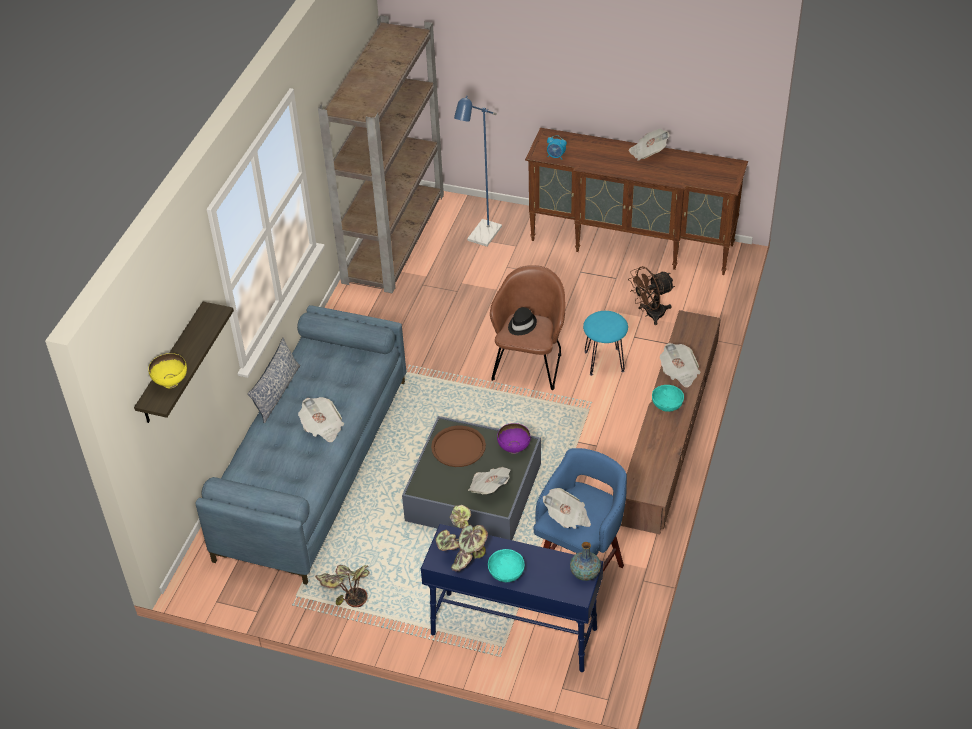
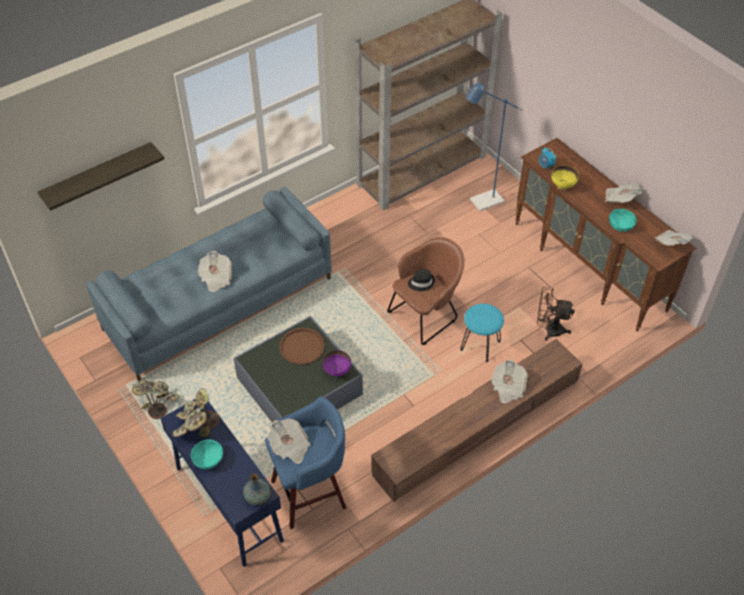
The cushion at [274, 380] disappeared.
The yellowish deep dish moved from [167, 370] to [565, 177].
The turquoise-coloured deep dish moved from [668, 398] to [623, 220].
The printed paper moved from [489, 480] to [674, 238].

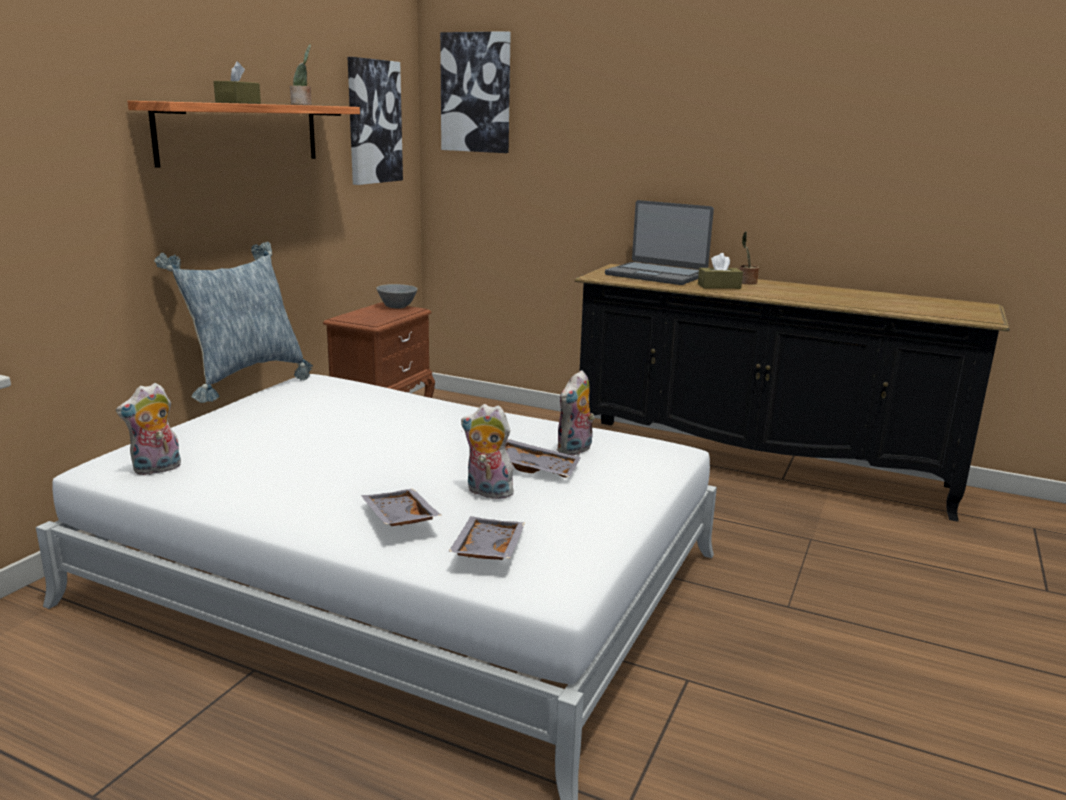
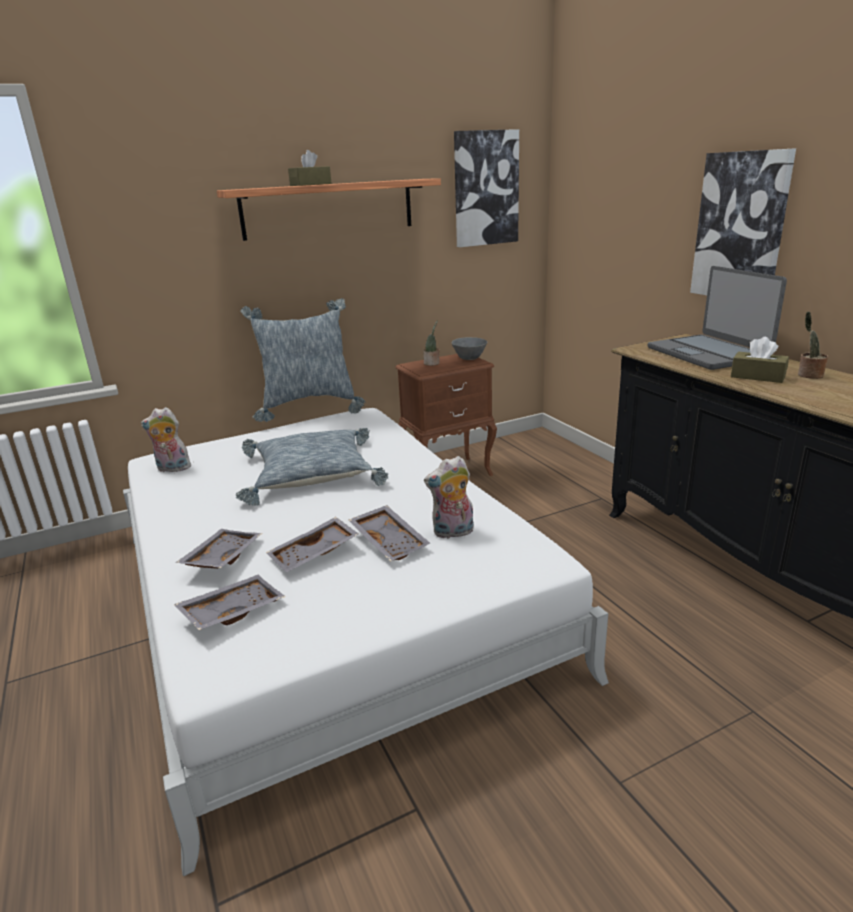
The wall art moved from [475, 92] to [743, 221].
The potted plant moved from [300, 74] to [431, 343].
The cuddly toy at [488, 451] was replaced by the gray tray at [312, 544].
The cushion at [312, 467] appeared.

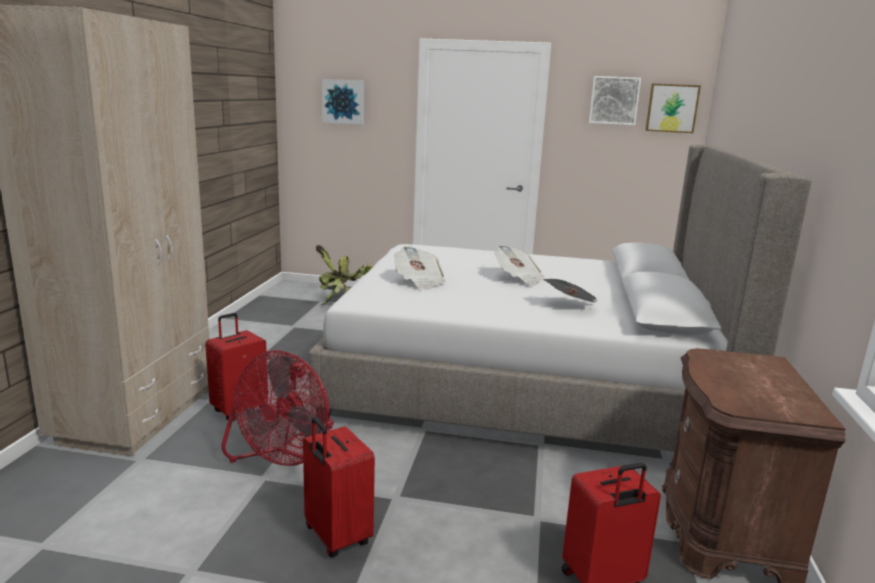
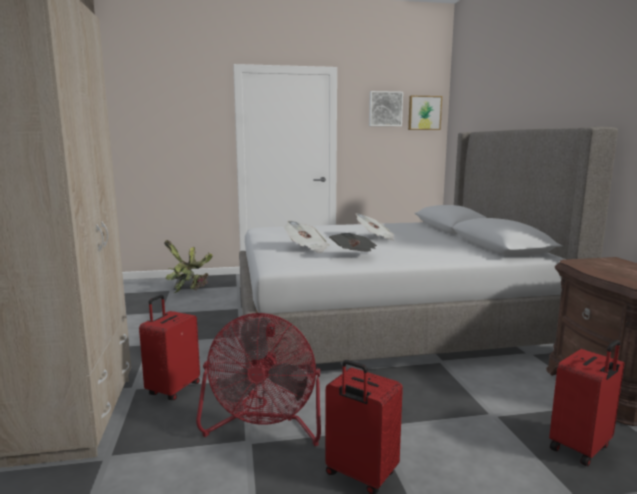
The wall art at [343, 102] disappeared.
The printed paper moved from [570, 290] to [352, 242].

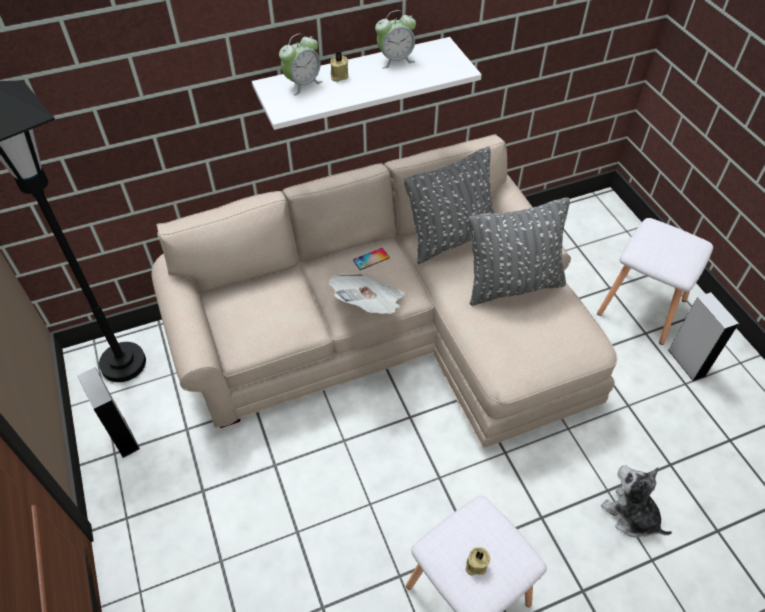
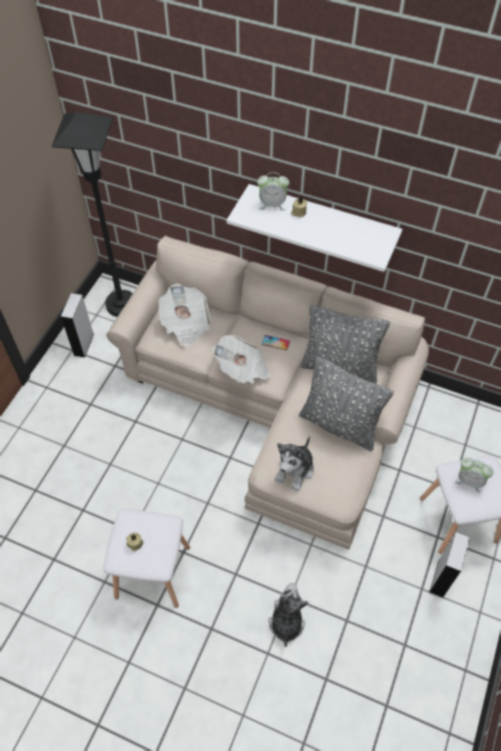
The bedside clock moved from [395, 39] to [474, 475].
The printed paper at [184, 315] appeared.
The cuddly toy at [294, 463] appeared.

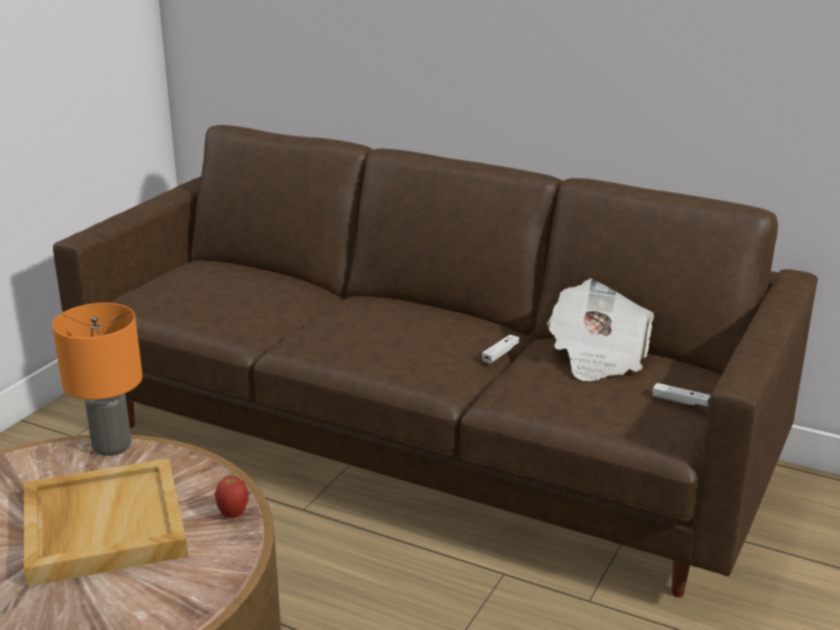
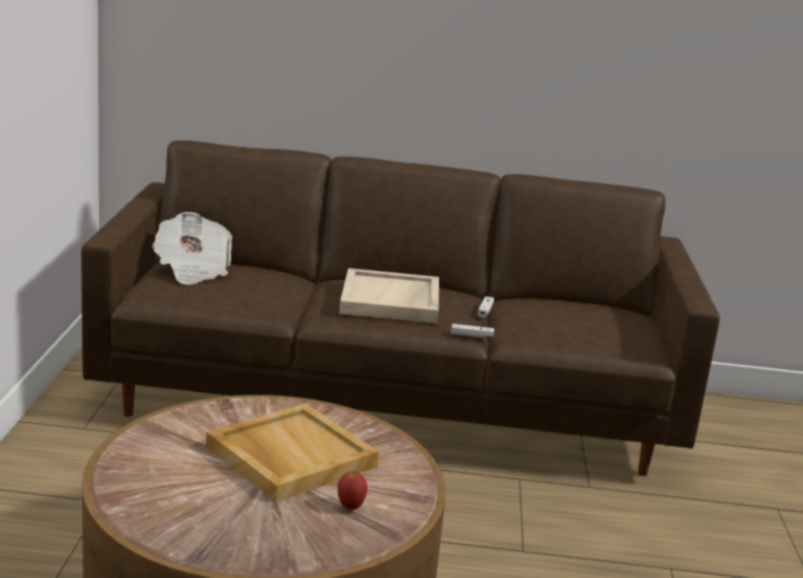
The printed paper moved from [600, 329] to [192, 248].
The orangey lamp for a table at [97, 379] disappeared.
The white game controller moved from [682, 394] to [472, 331].
The whole apple moved from [231, 497] to [353, 491].
The sand-coloured tray at [389, 295] appeared.

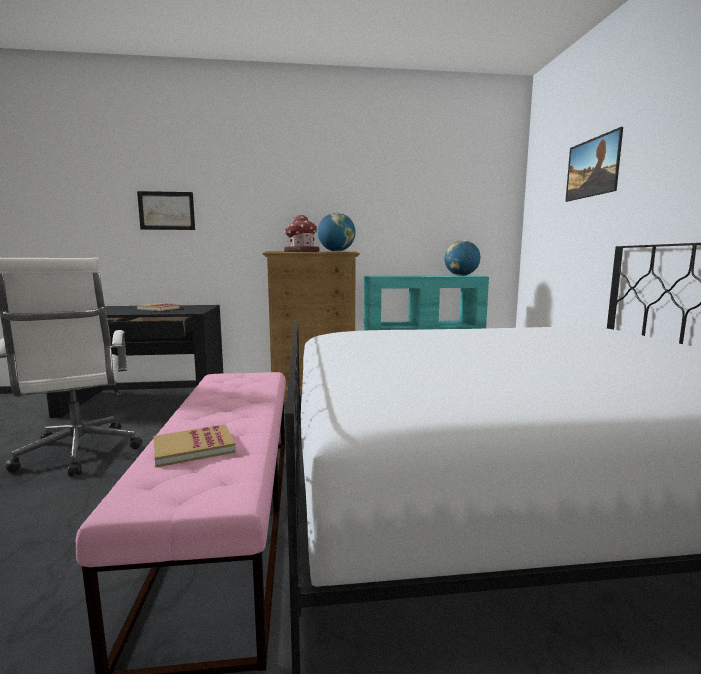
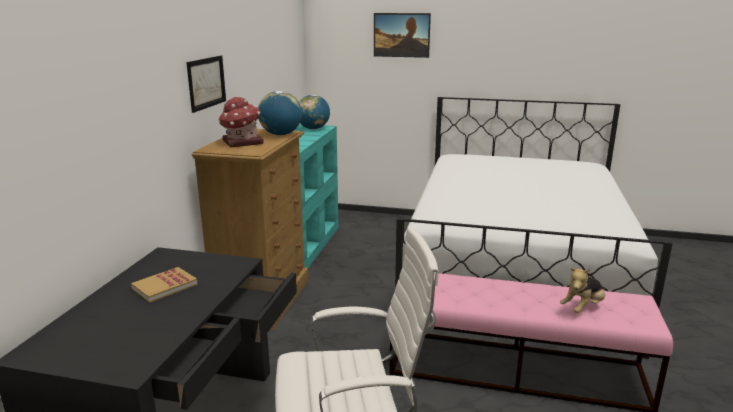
The wall art moved from [166, 210] to [206, 84].
The bound book at [194, 446] was replaced by the cuddly toy at [582, 290].

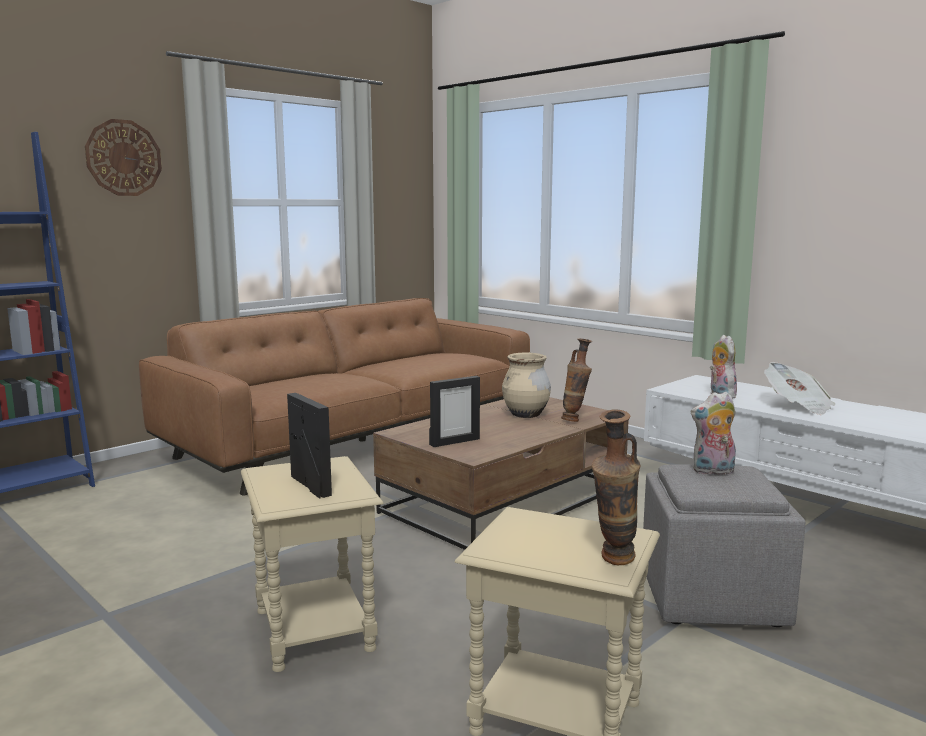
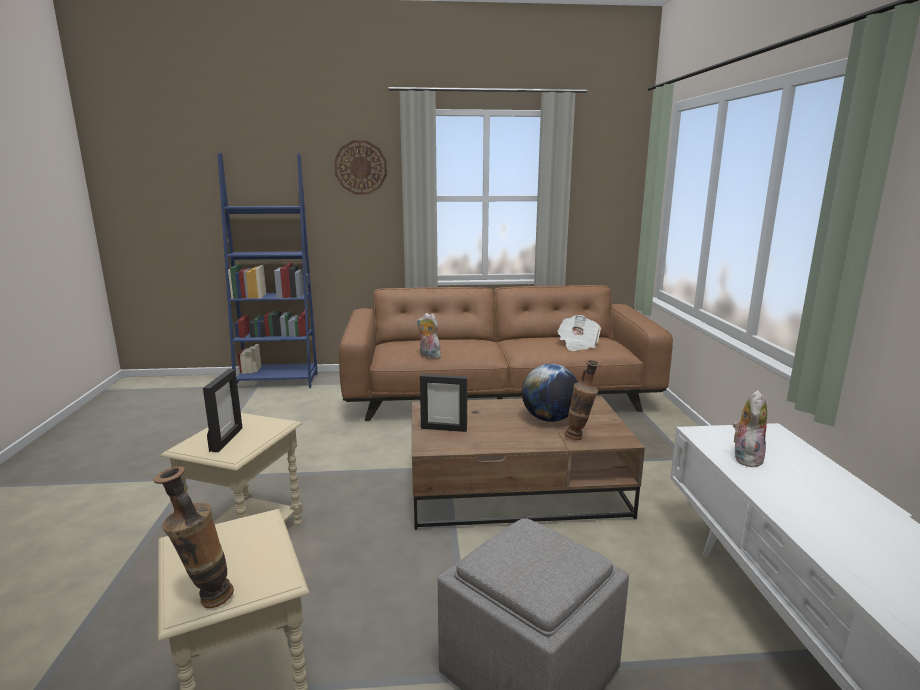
The sand-coloured flower vase at [526, 385] was replaced by the globe at [550, 393].
The printed paper moved from [799, 388] to [579, 333].
The cuddly toy moved from [713, 433] to [429, 336].

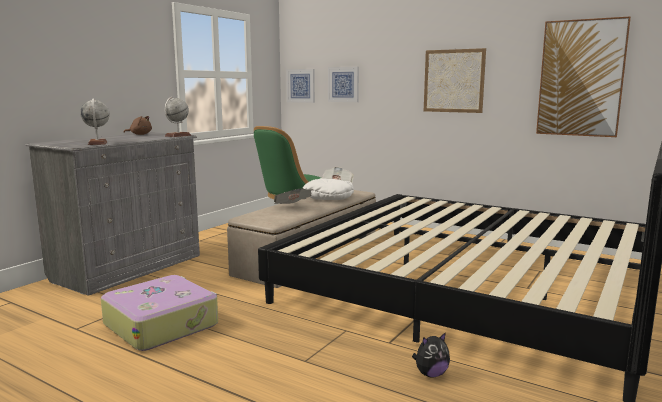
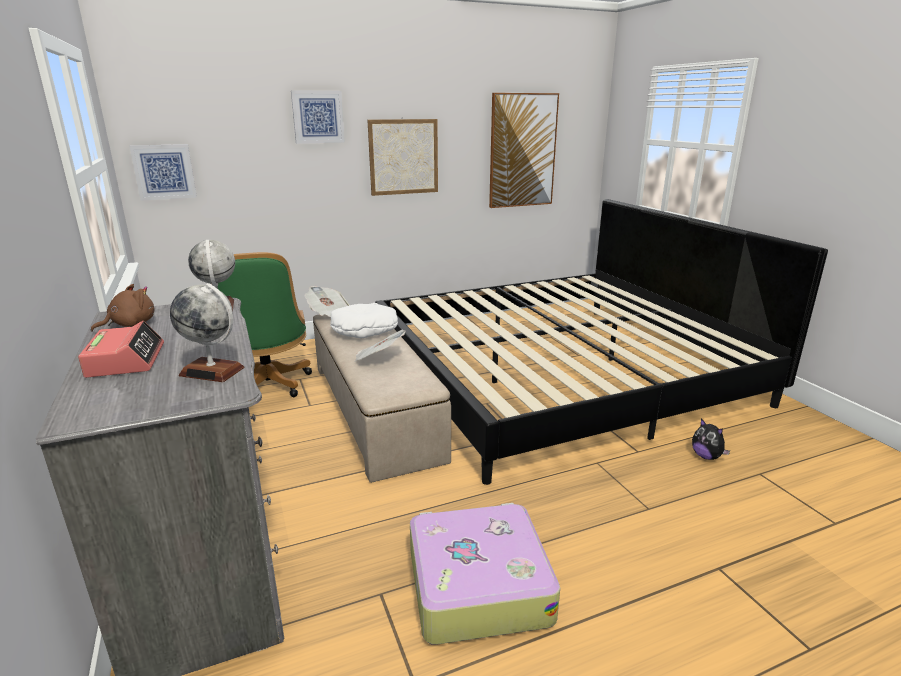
The wall art moved from [343, 84] to [318, 117].
The cuddly toy at [431, 355] turned 135 degrees clockwise.
The bedside clock at [121, 349] appeared.

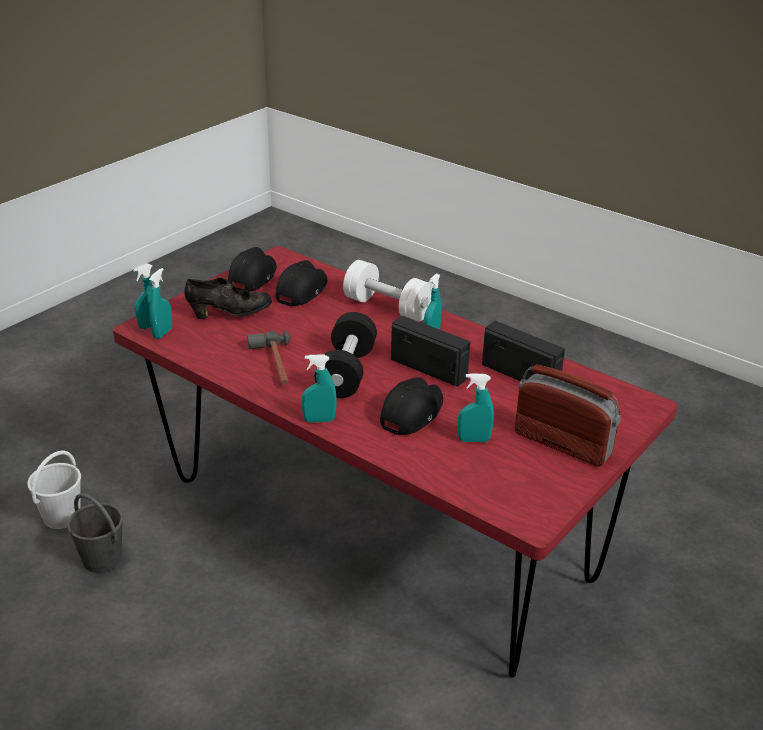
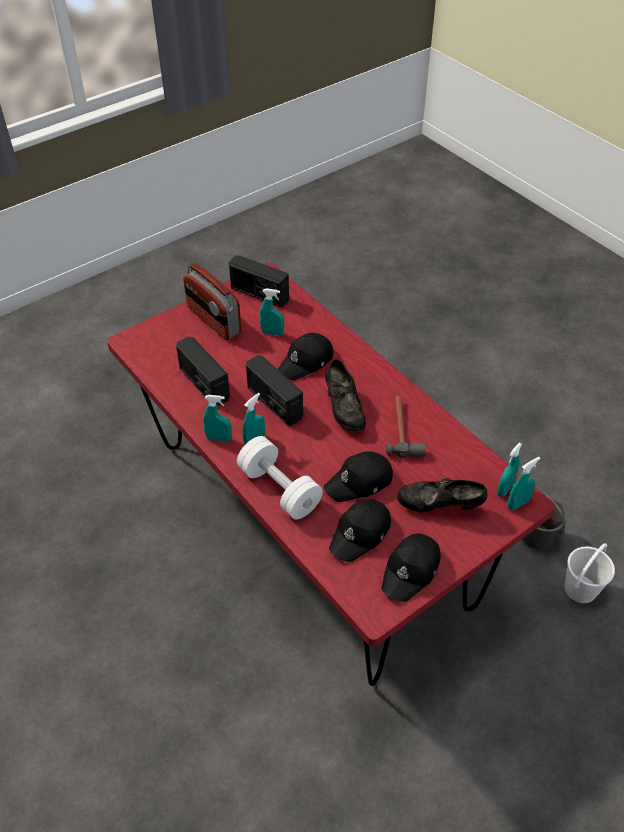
The black-coloured free weight at [346, 355] was replaced by the black-coloured item of footwear at [345, 395].
The turquoise-coloured spray bottle moved from [319, 388] to [217, 418].
The radio at [259, 281] appeared.
The black-coloured peaked cap at [358, 476] appeared.

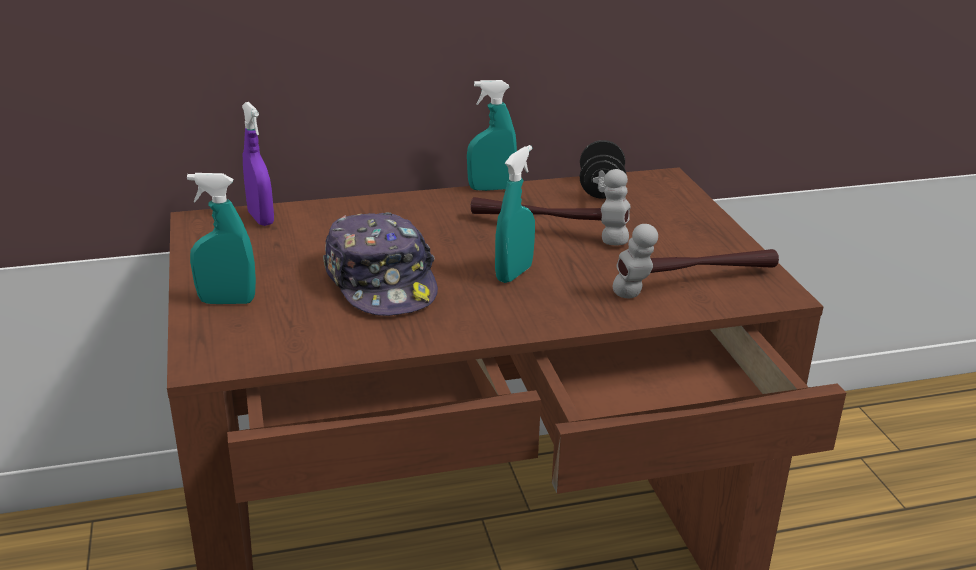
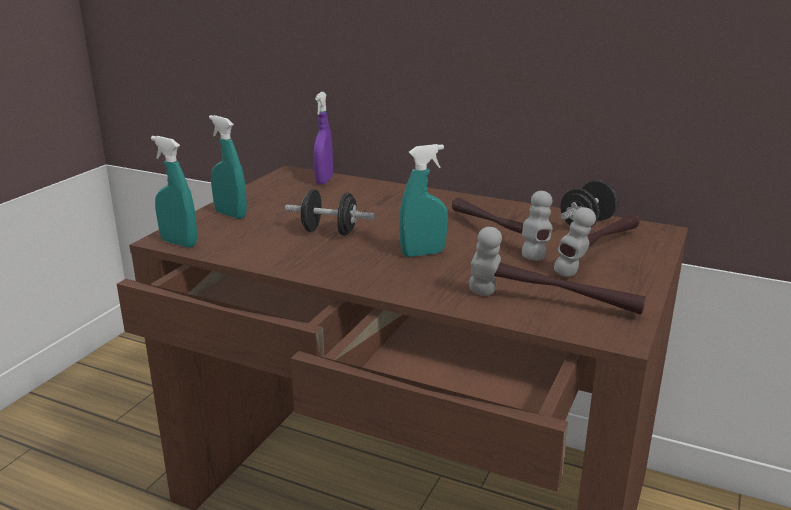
The turquoise-coloured spray bottle moved from [492, 135] to [174, 192].
The peaked cap at [380, 264] was replaced by the black-coloured free weight at [330, 212].
The hand hammer at [596, 242] appeared.

